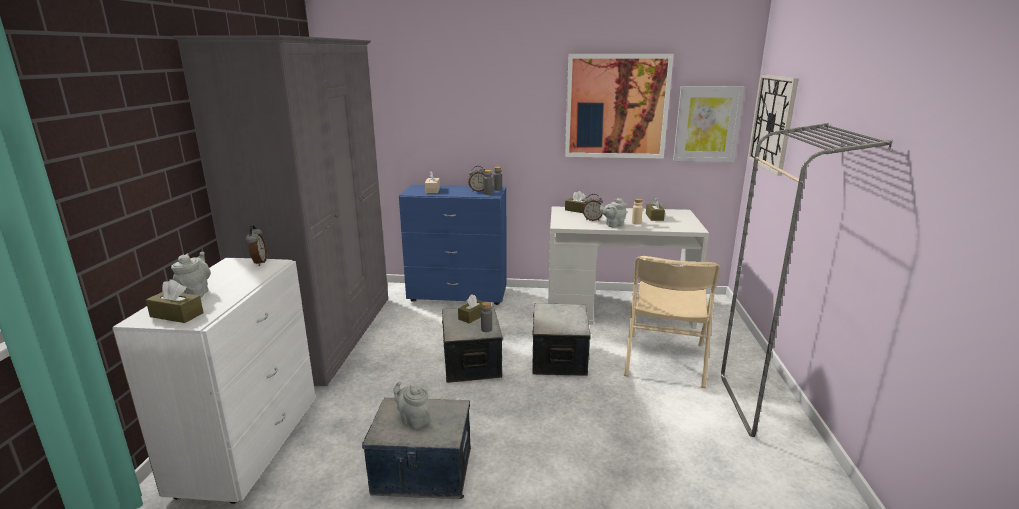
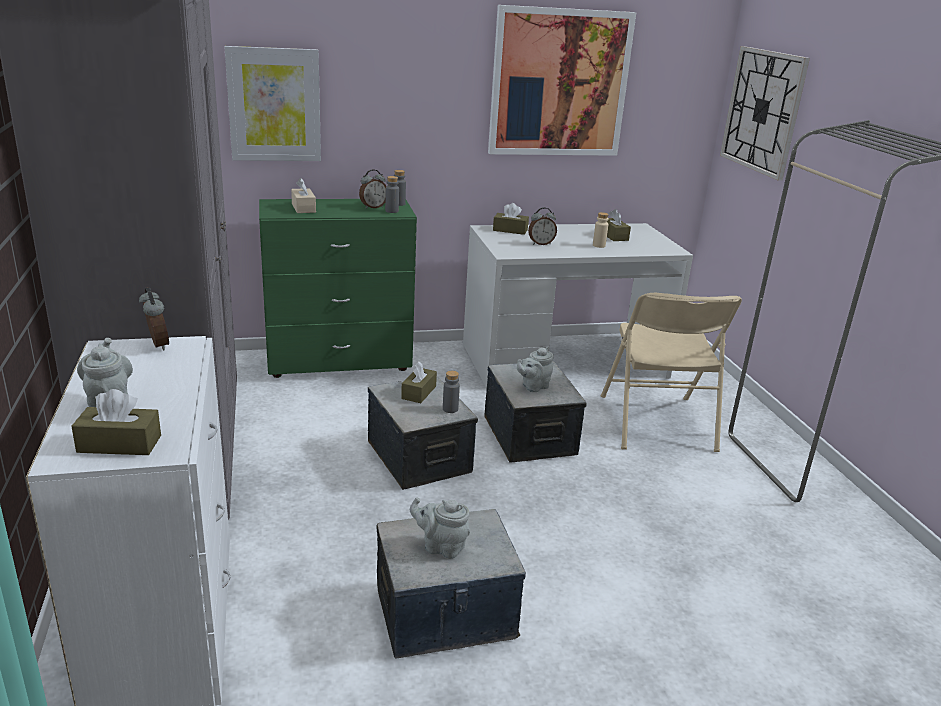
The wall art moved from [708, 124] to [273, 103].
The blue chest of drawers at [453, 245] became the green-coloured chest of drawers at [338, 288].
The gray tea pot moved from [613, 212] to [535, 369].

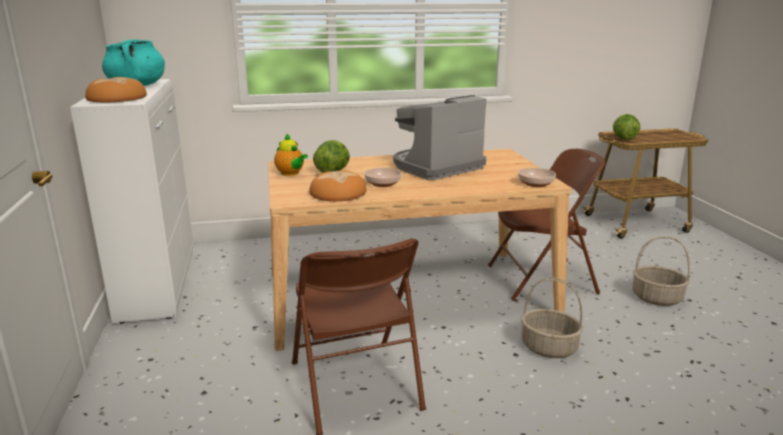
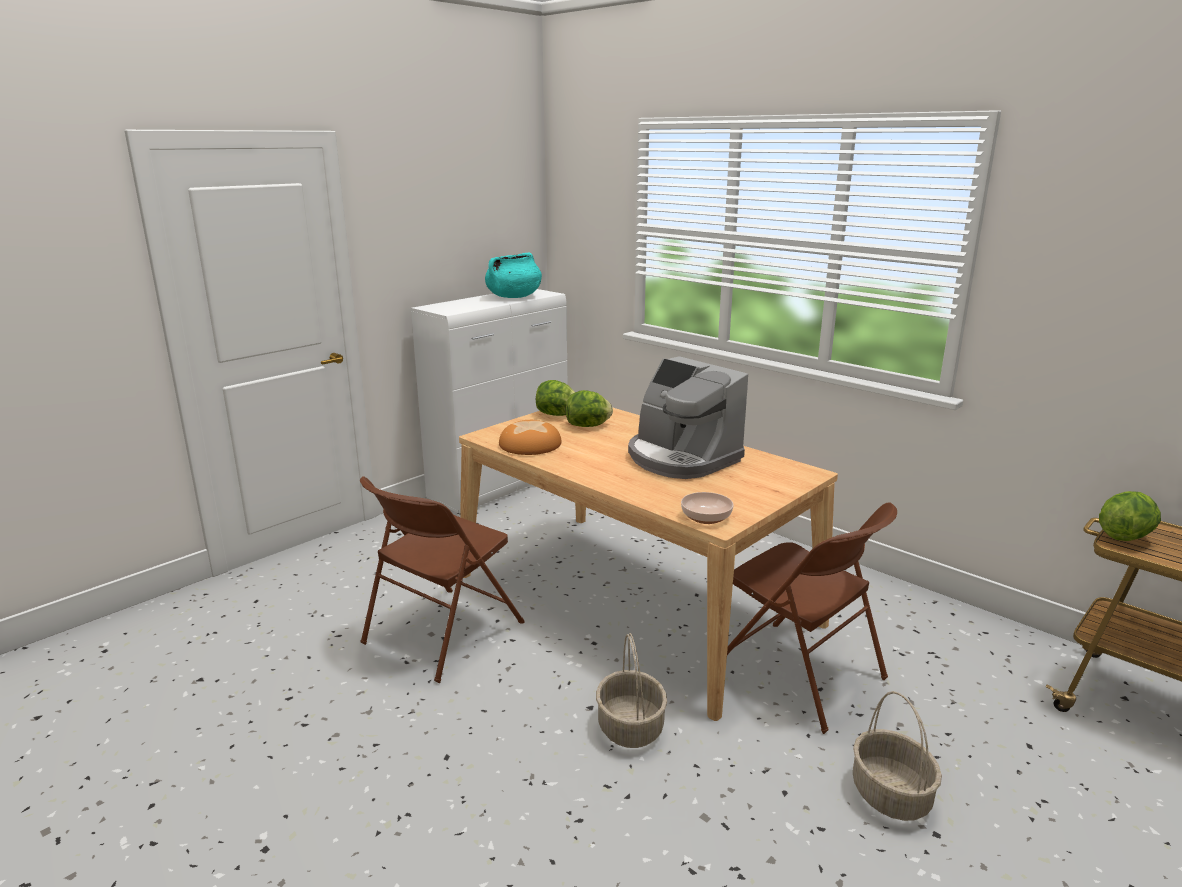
The bakery bread at [116, 90] disappeared.
The coffee maker at [440, 137] turned 150 degrees counterclockwise.
The tea pot at [291, 155] was replaced by the lettuce at [555, 398].
The deep dish at [382, 177] disappeared.

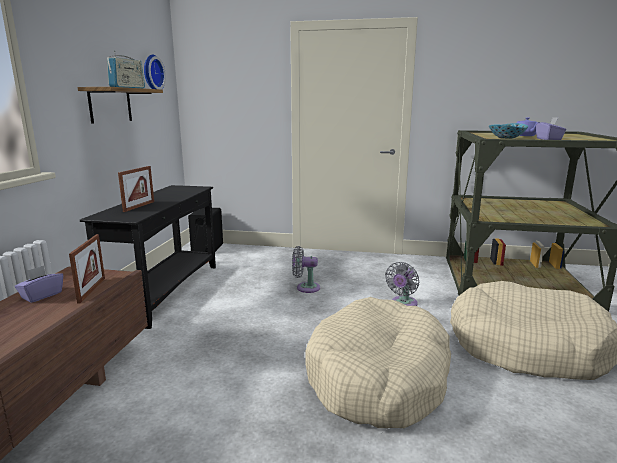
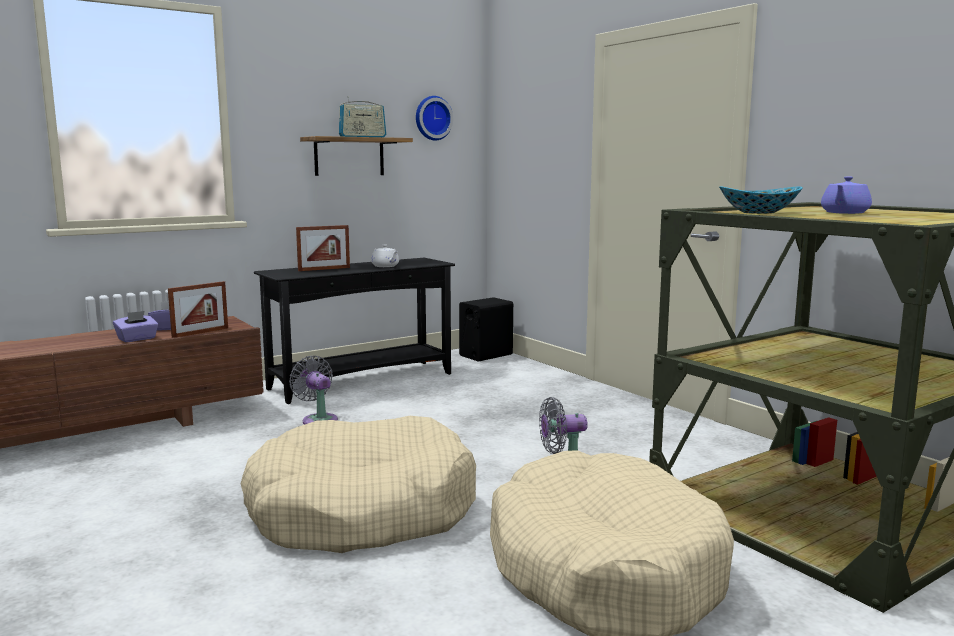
The purple-coloured box of tissues moved from [551, 128] to [135, 326].
The gray electric fan moved from [306, 269] to [313, 390].
The white tea pot at [385, 256] appeared.

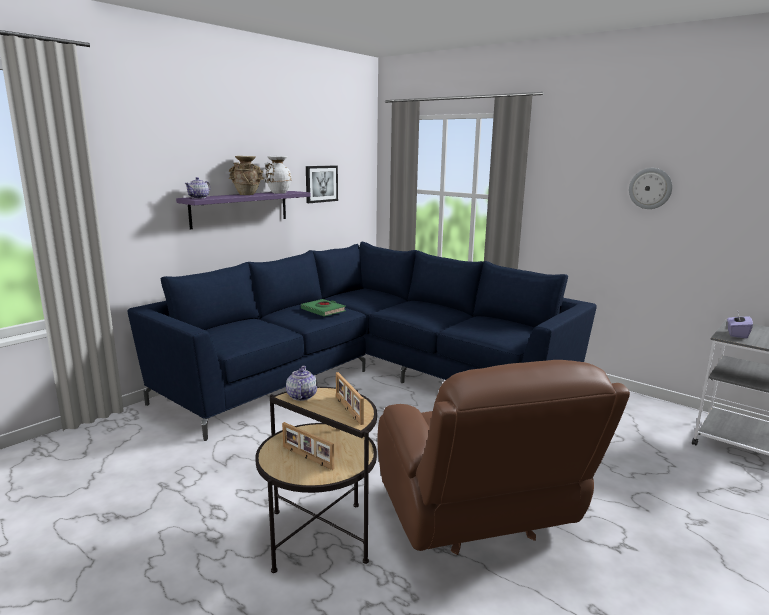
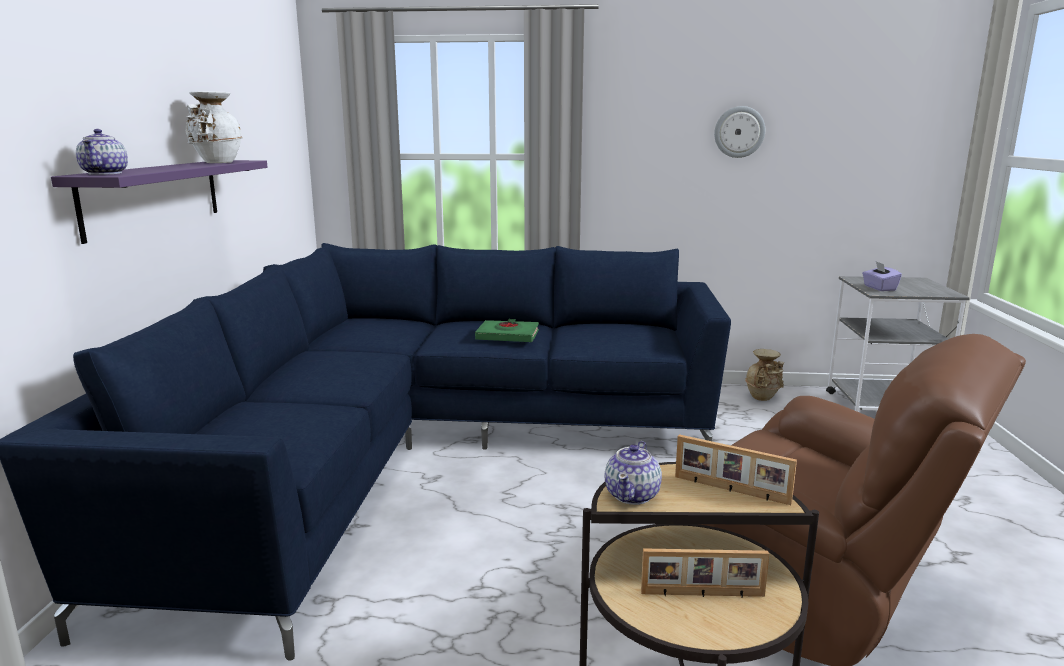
The sand-coloured flower vase moved from [246, 175] to [764, 375].
The wall art at [322, 184] disappeared.
The green-coloured bound book moved from [323, 308] to [507, 330].
The tea pot at [301, 383] turned 120 degrees counterclockwise.

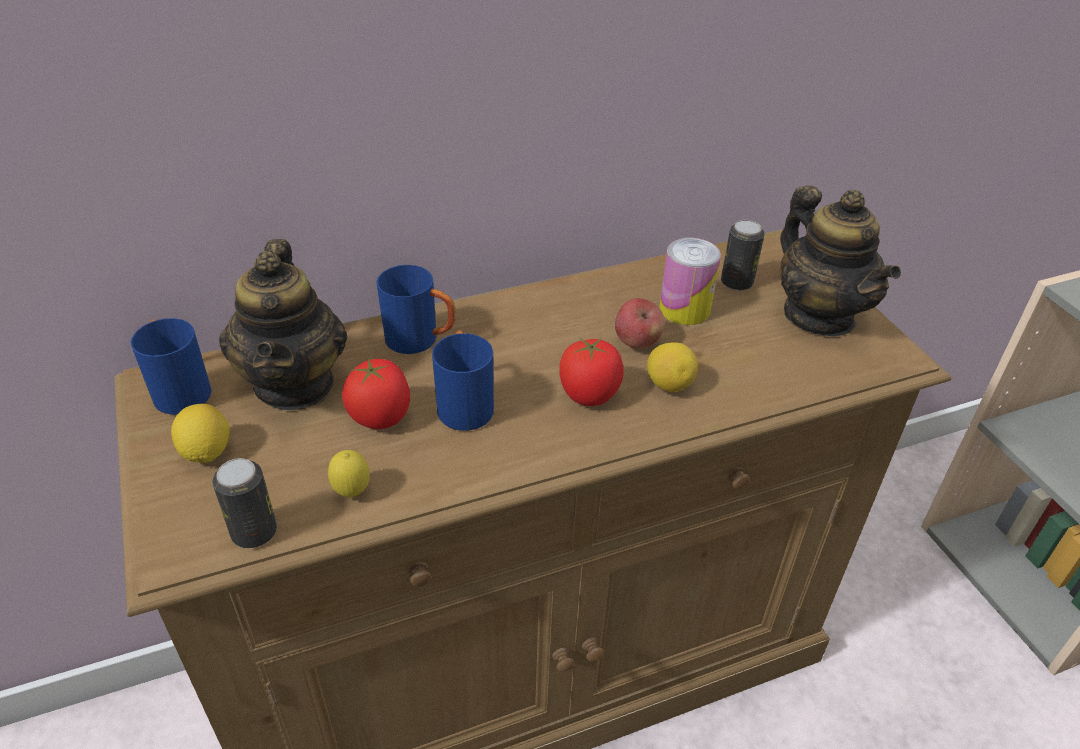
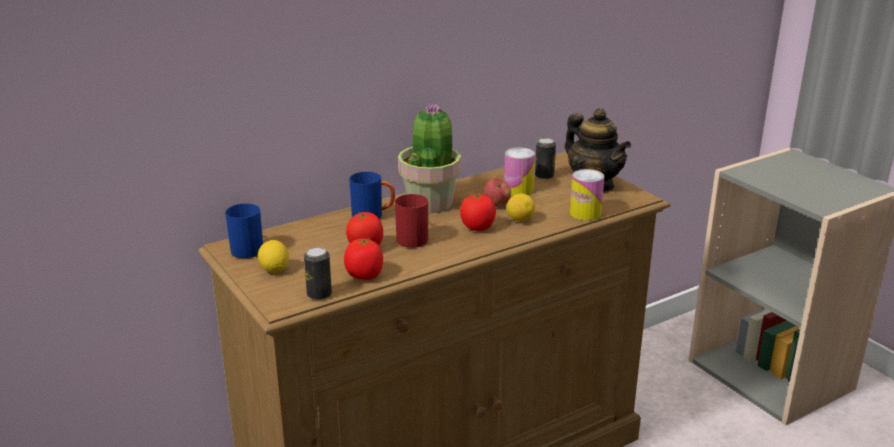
The tea pot at [283, 324] disappeared.
The blue mug at [463, 381] became the red mug at [411, 221].
The whole lemon at [349, 473] was replaced by the fresh tomato at [363, 258].
The potted plant at [429, 158] appeared.
The metal can at [587, 195] appeared.

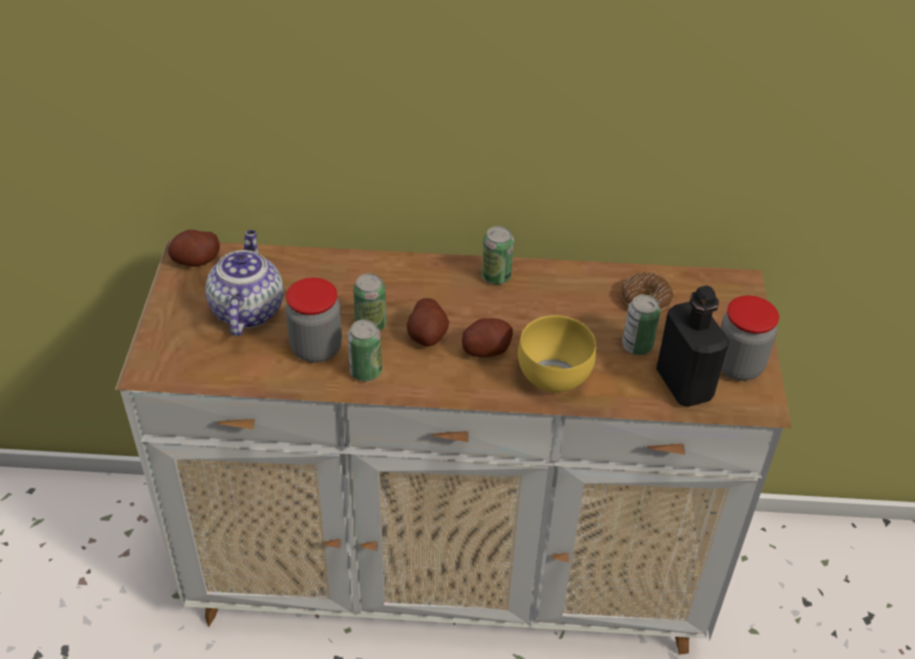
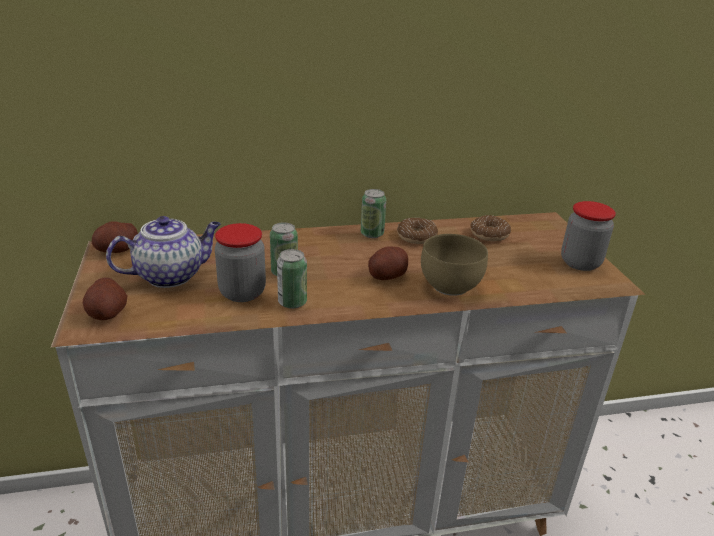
The tea pot at [244, 283] turned 75 degrees clockwise.
The black-coloured drink bottle at [693, 345] disappeared.
The metal can at [641, 324] disappeared.
The whole potato moved from [427, 322] to [105, 299].
The yellowish deep dish at [557, 354] became the brown-coloured deep dish at [454, 265].
The donut at [417, 231] appeared.

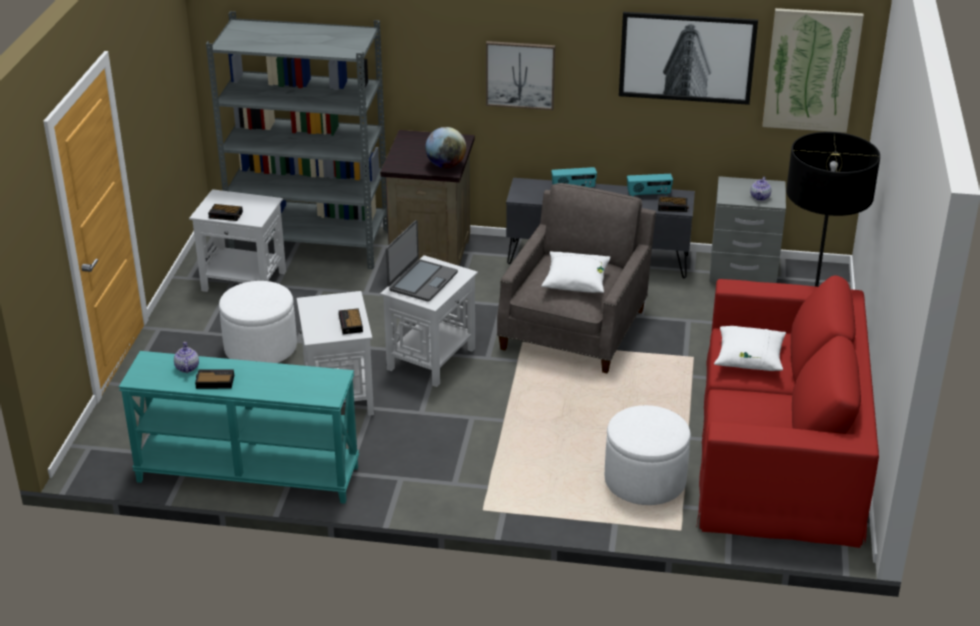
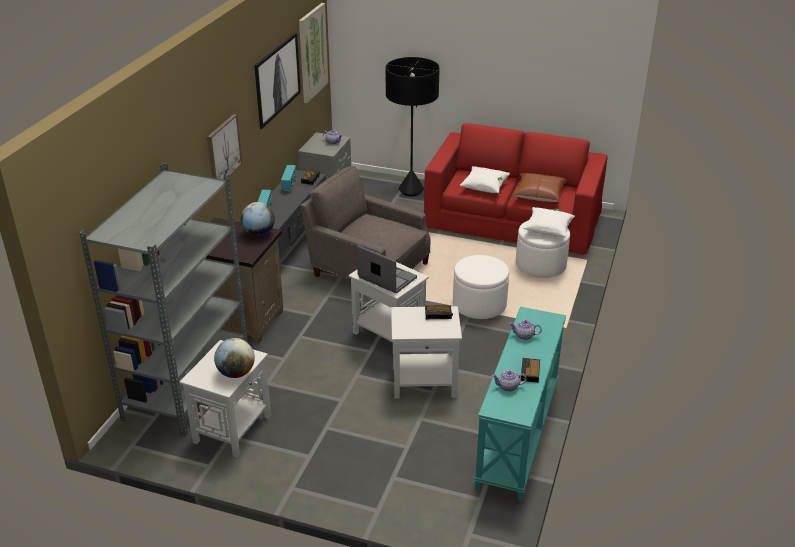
The bedside clock at [225, 212] was replaced by the globe at [234, 358].
The white cushion moved from [575, 272] to [549, 222].
The white footrest moved from [258, 322] to [481, 287].
The brown-coloured cushion at [540, 187] appeared.
The tea pot at [525, 330] appeared.

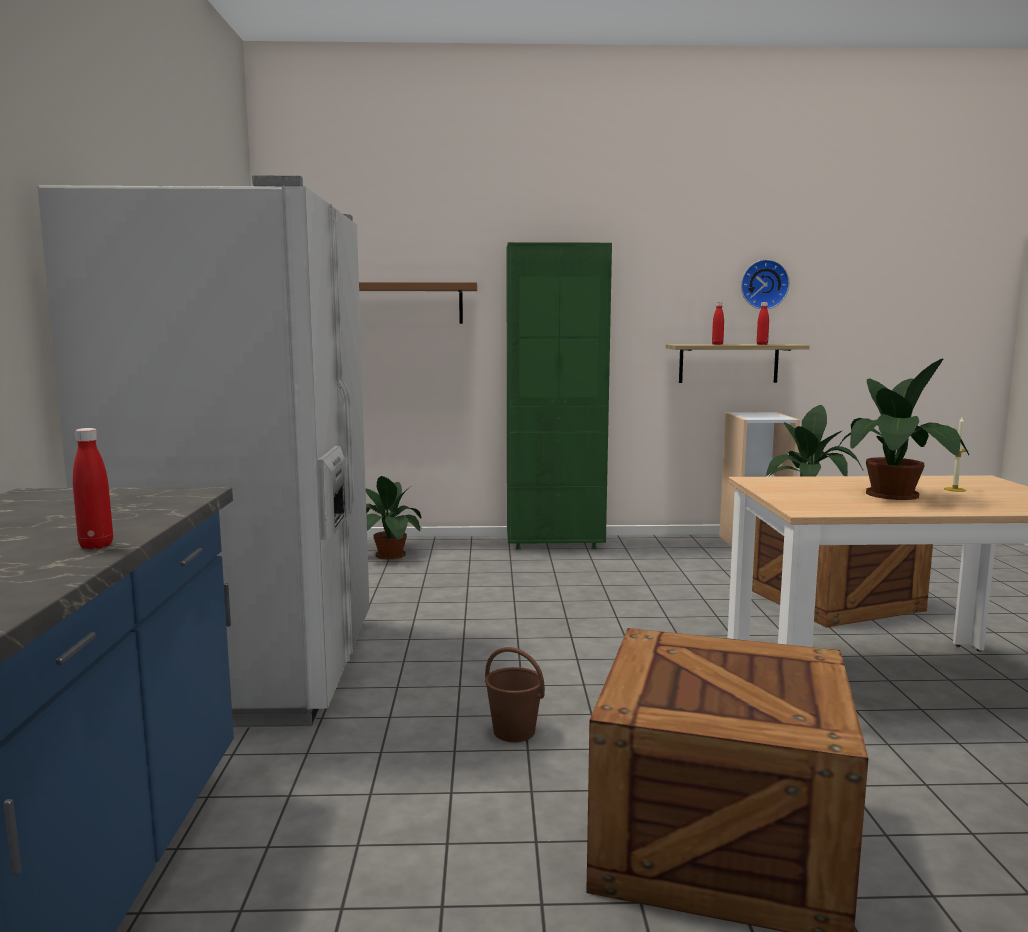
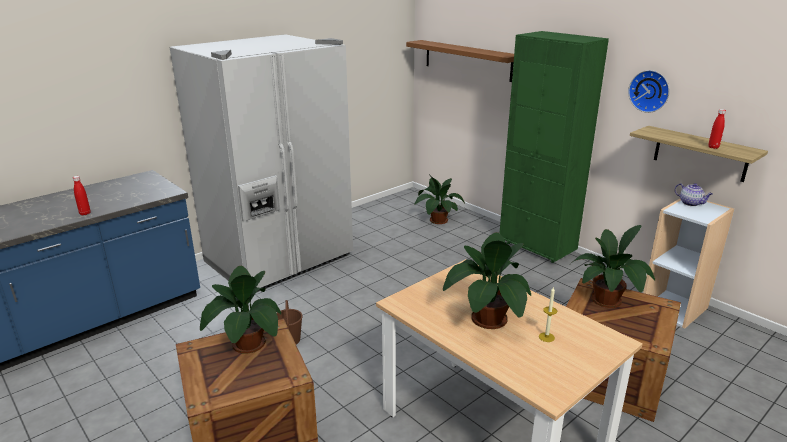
The hanging clock moved from [765, 284] to [648, 91].
The red drink bottle at [718, 323] disappeared.
The tea pot at [694, 194] appeared.
The potted plant at [240, 310] appeared.

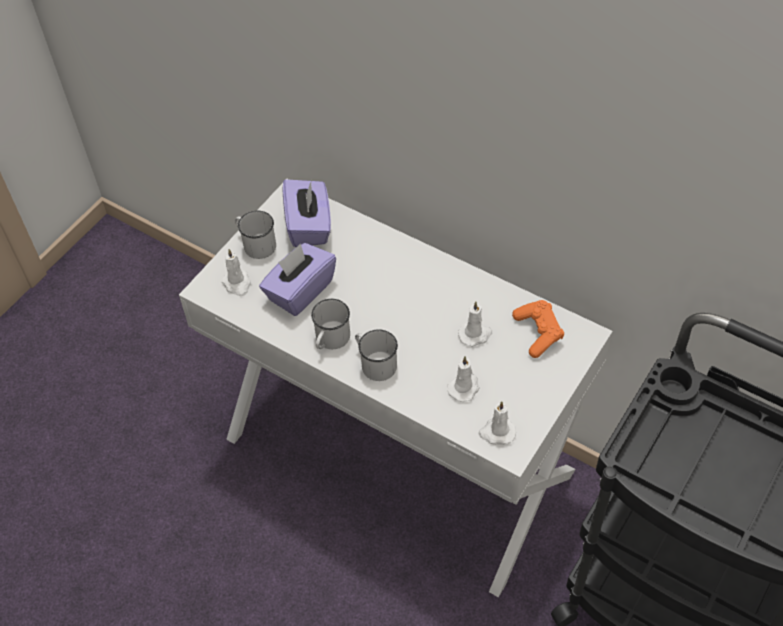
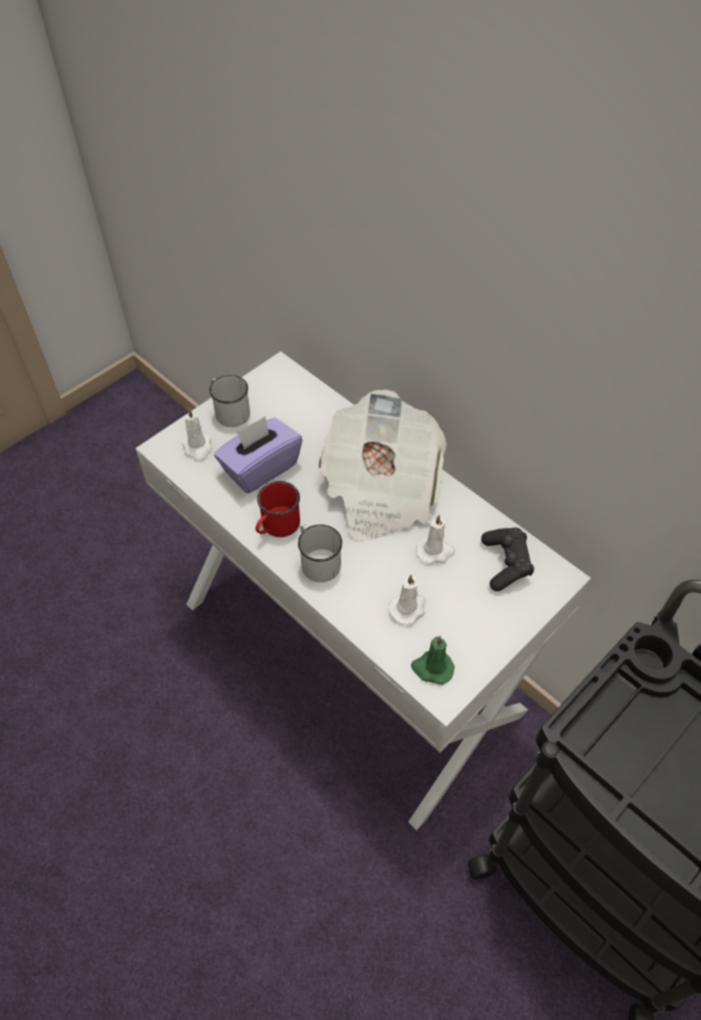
The purple-coloured box of tissues at [306, 213] disappeared.
The white mug at [330, 324] became the red mug at [277, 509].
The orangey game controller at [538, 329] became the black-coloured game controller at [507, 559].
The white candle at [497, 423] became the green-coloured candle at [432, 660].
The printed paper at [382, 466] appeared.

